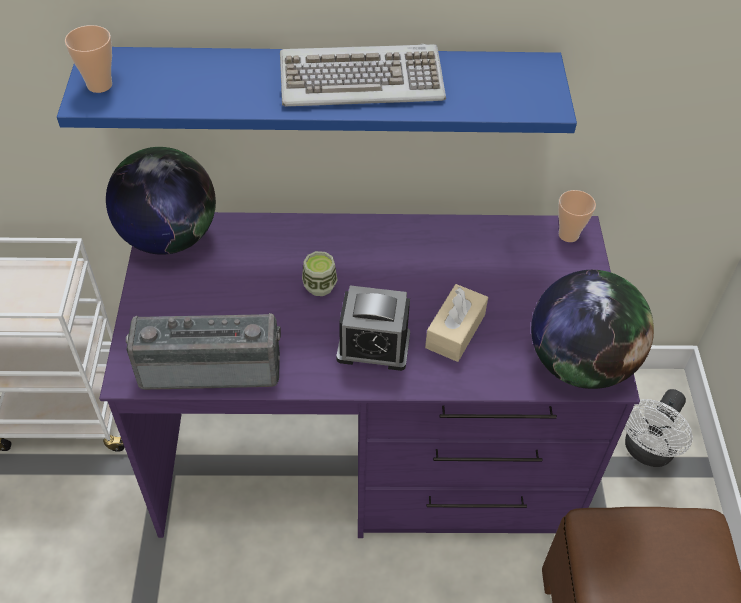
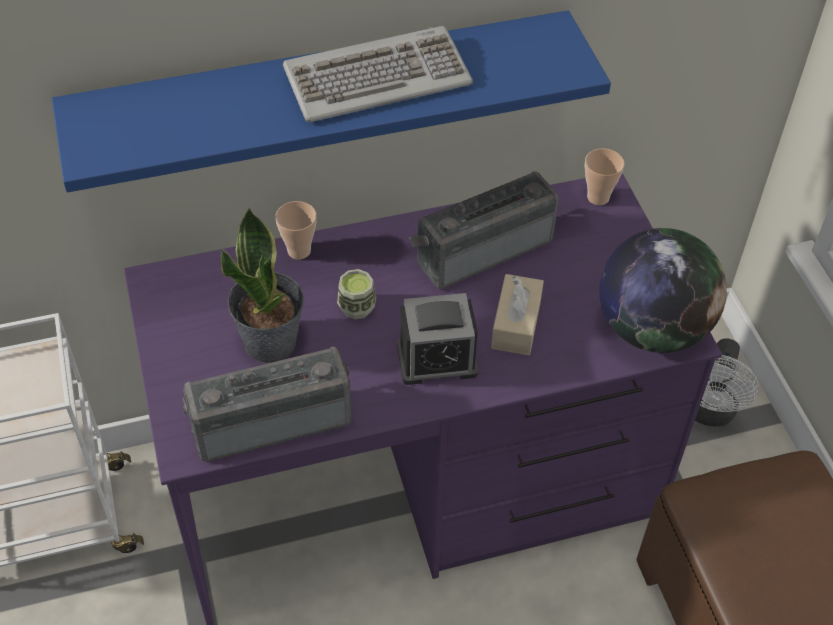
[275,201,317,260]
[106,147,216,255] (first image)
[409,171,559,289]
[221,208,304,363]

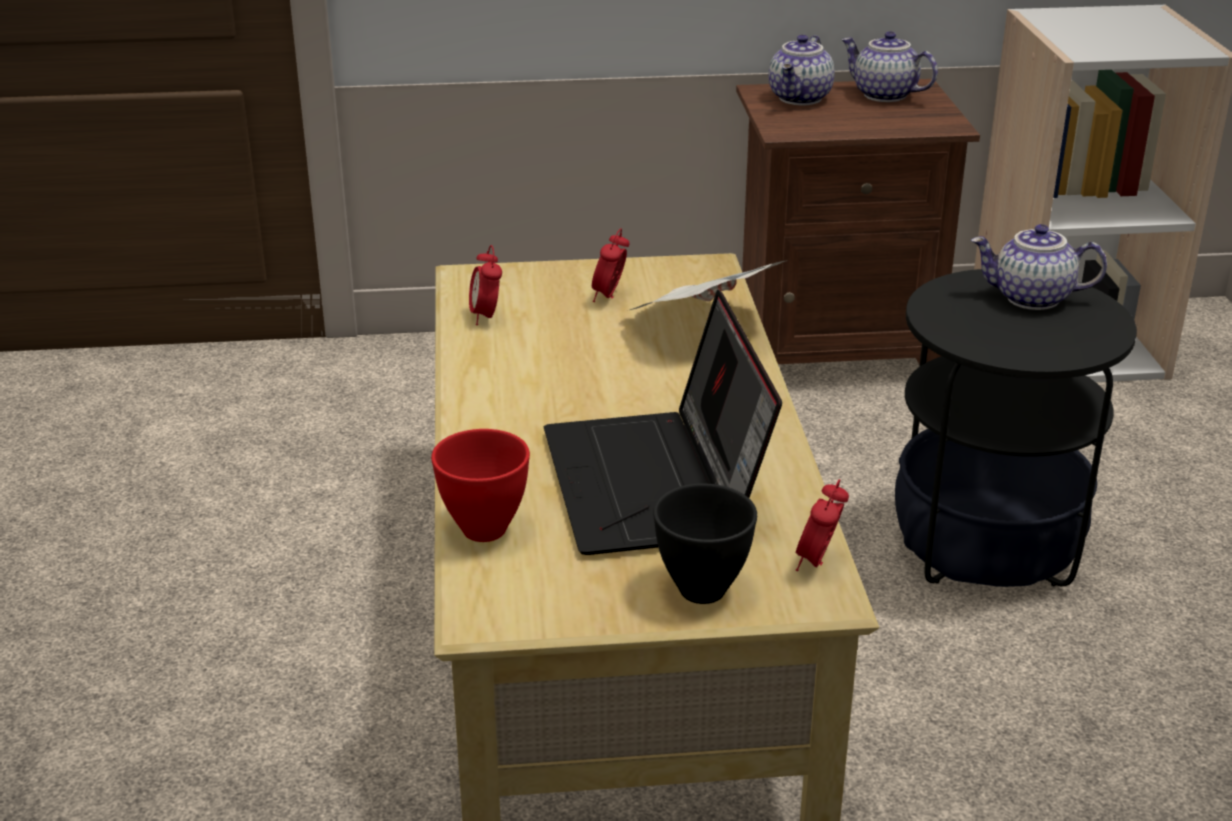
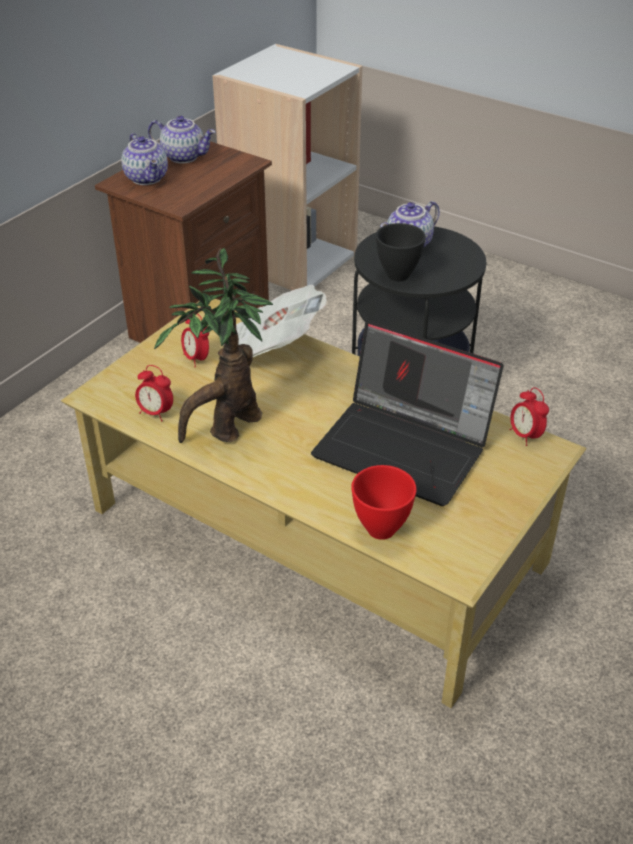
[148,116,216,163]
[376,223,426,281]
[154,248,273,443]

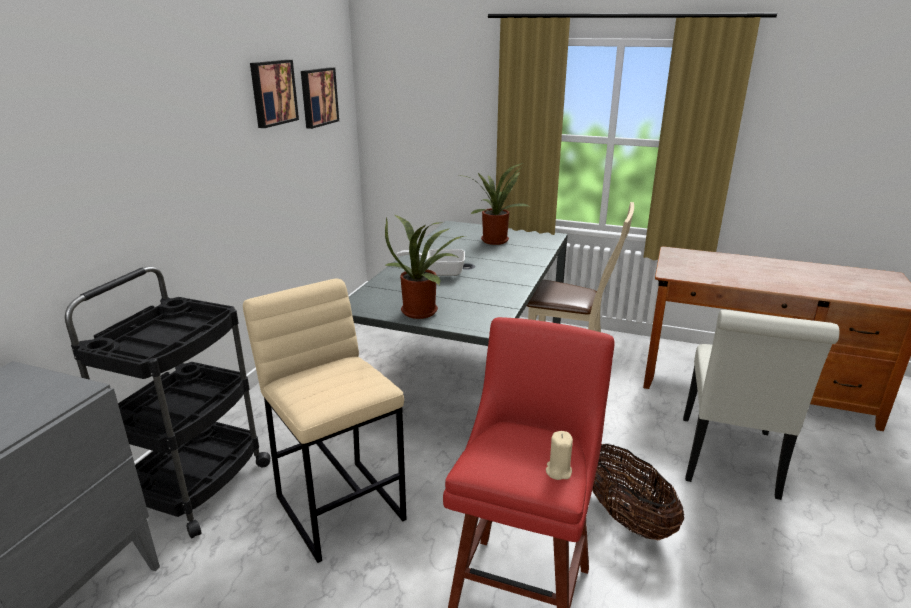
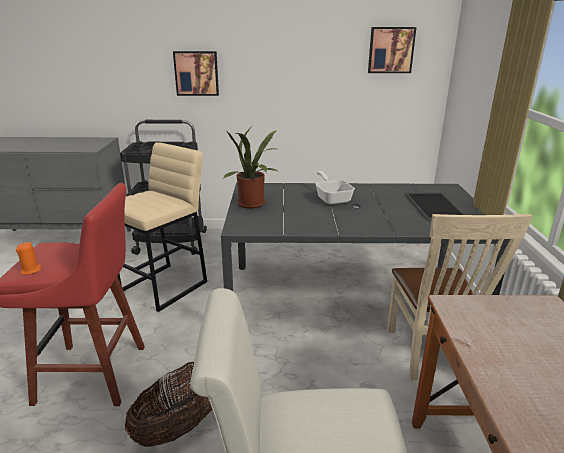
[173,51,219,96]
[405,192,466,221]
[16,242,41,275]

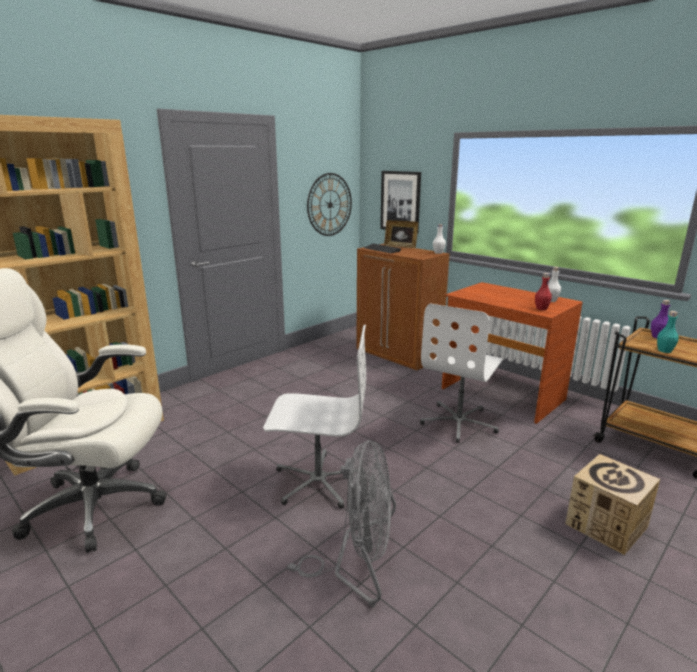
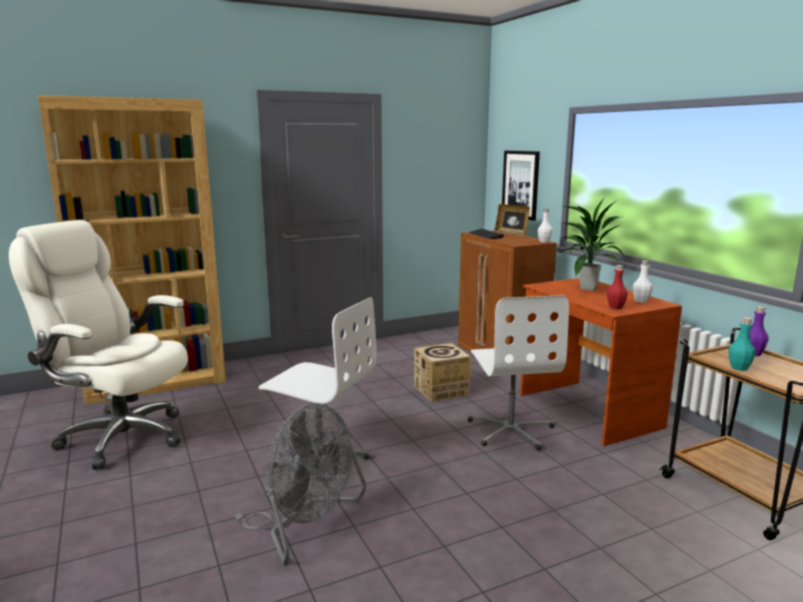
[307,173,352,236] (first image)
[468,295,569,451]
[414,343,471,402]
[558,198,624,291]

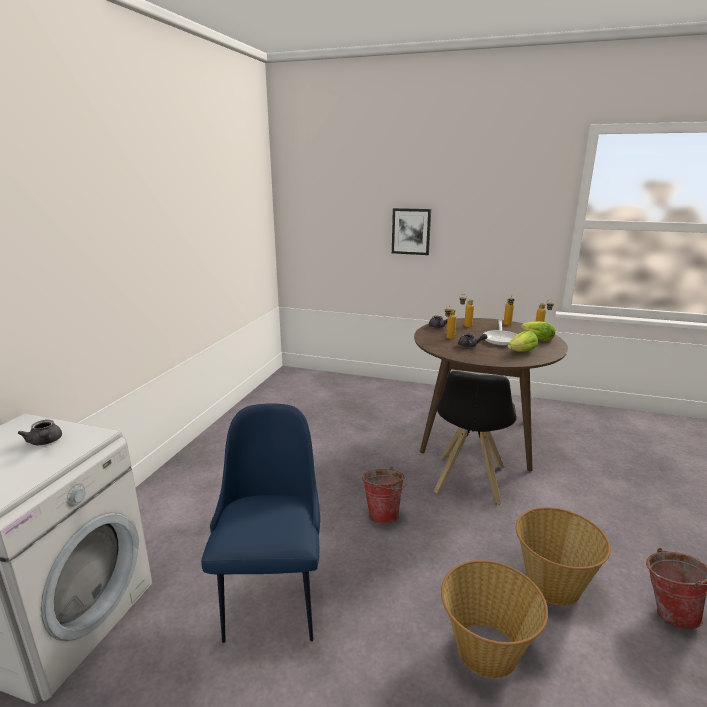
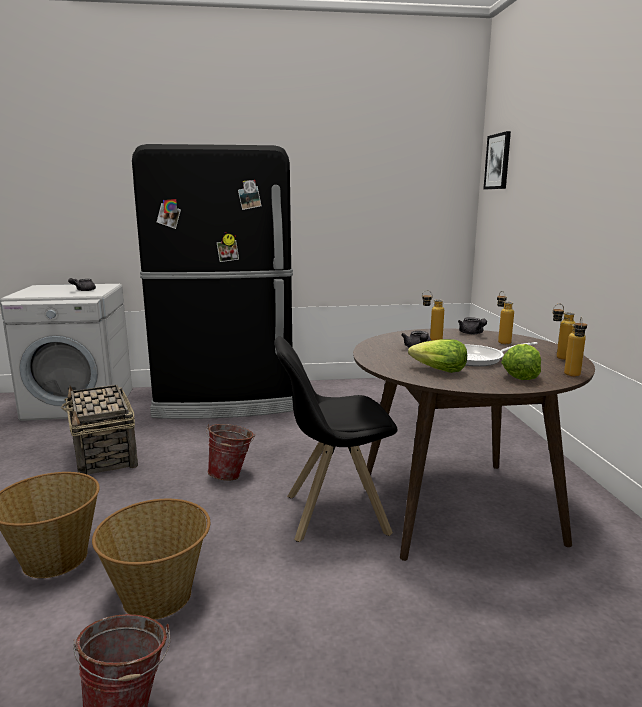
[483,131,511,189]
[61,385,138,475]
[132,144,293,419]

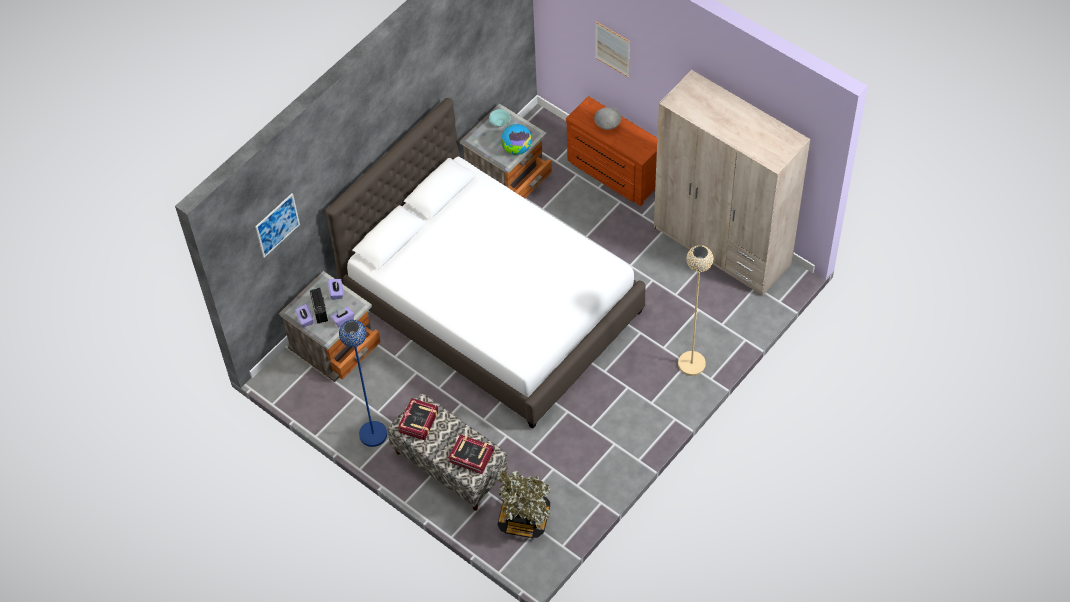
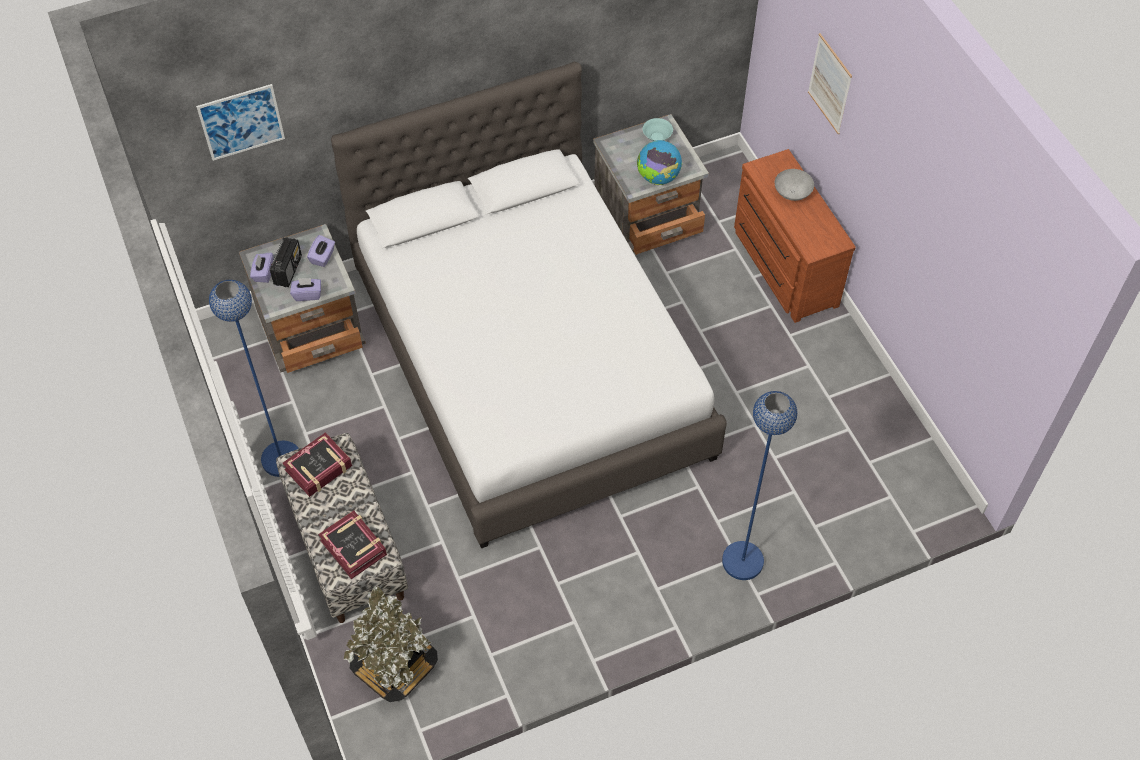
[654,70,810,296] (first image)
[722,391,797,580]

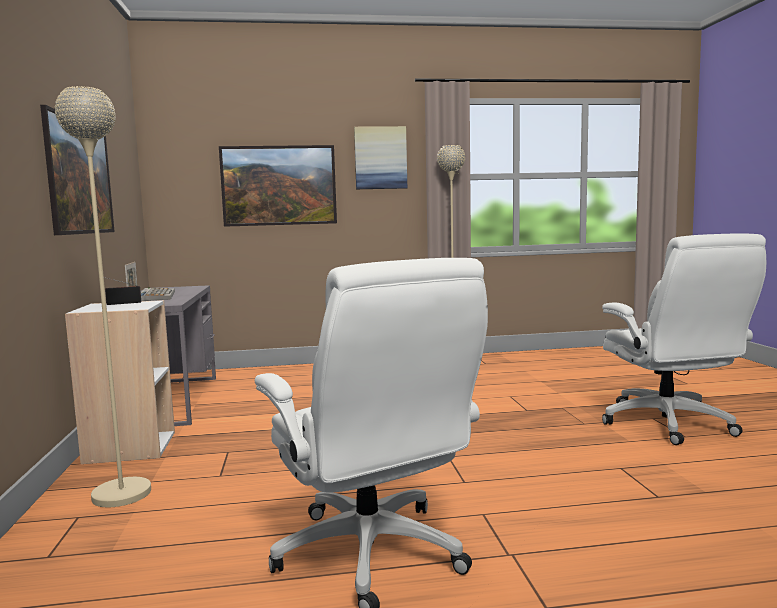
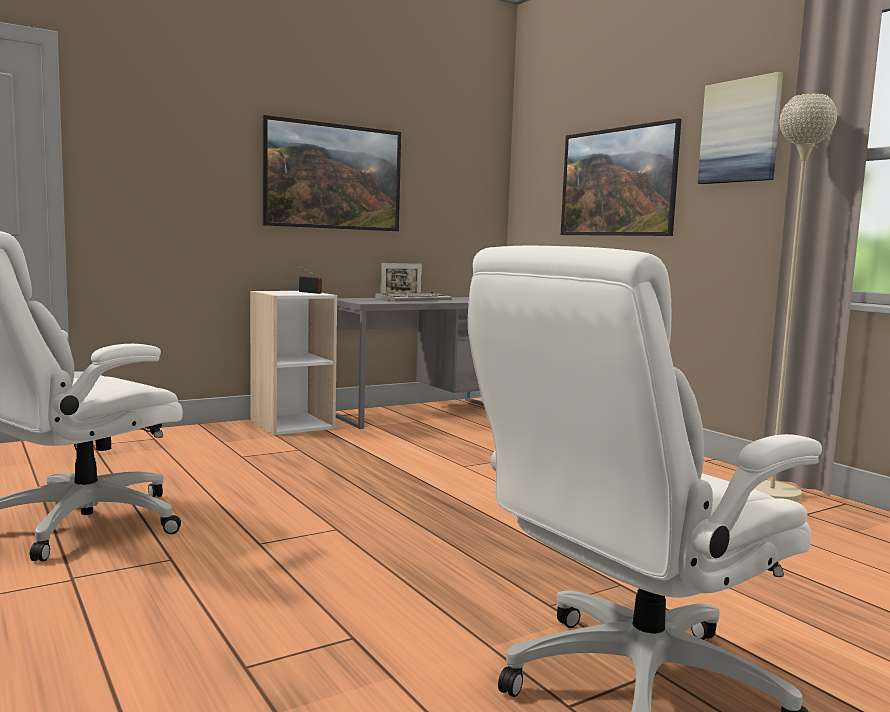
[55,86,151,507] (first image)

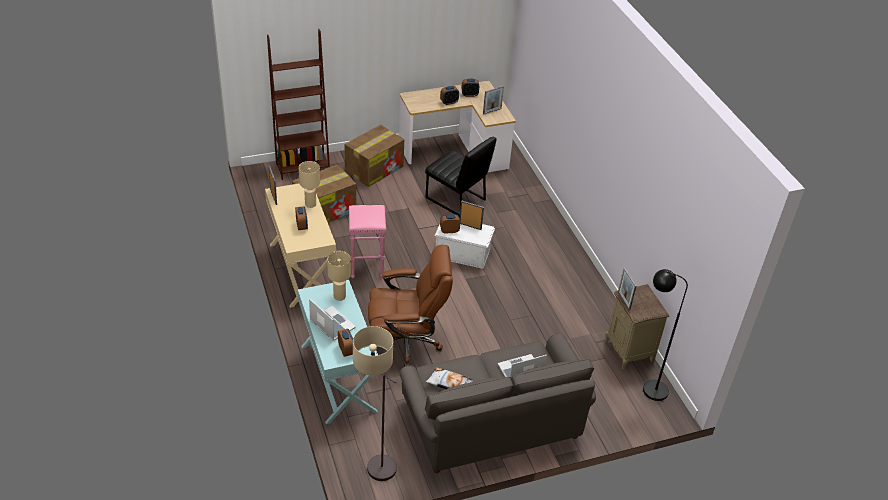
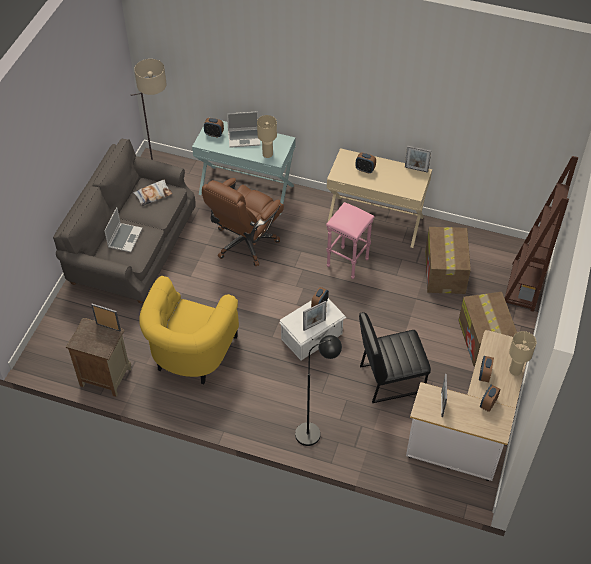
[509,331,536,376]
[295,335,342,446]
[139,276,239,384]

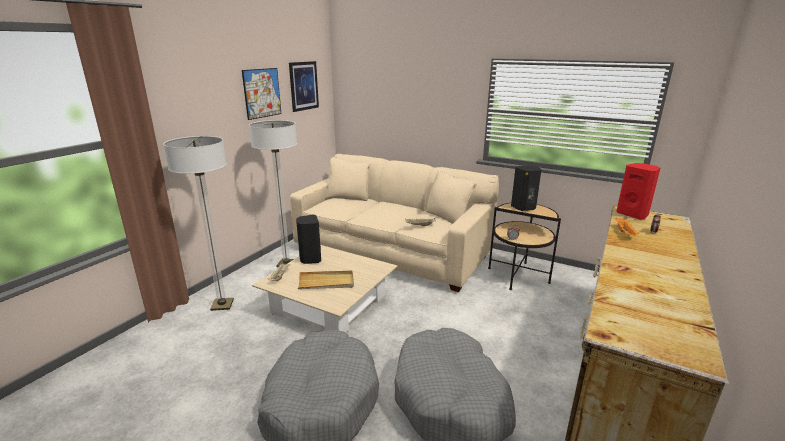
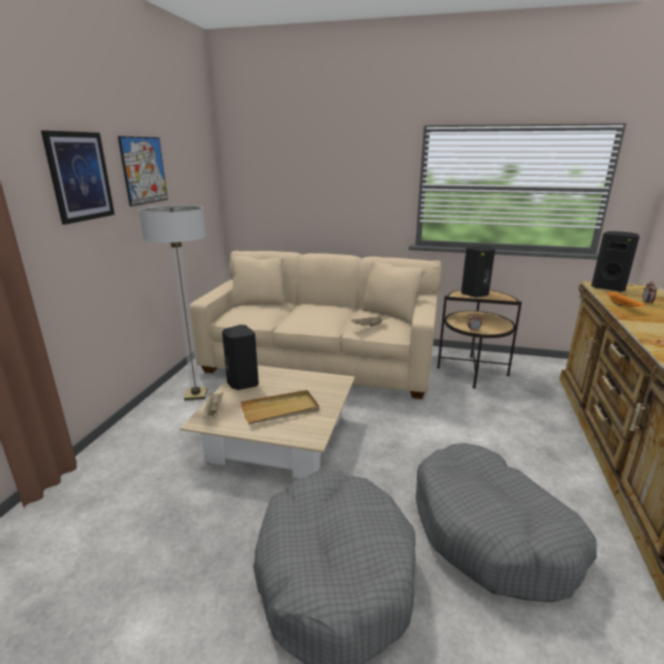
[41,130,115,225]
[163,136,234,311] (first image)
[591,231,640,292]

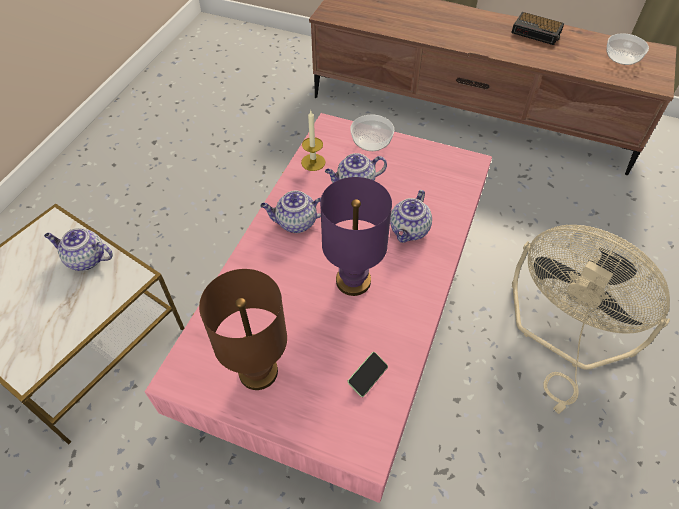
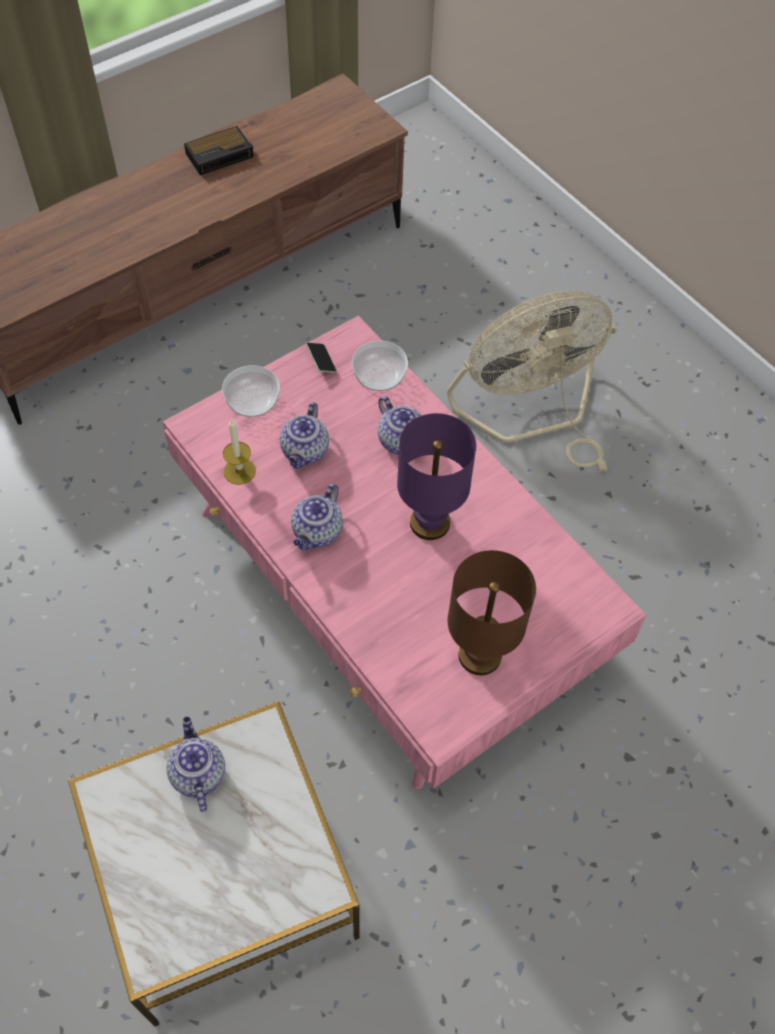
[352,341,408,391]
[167,717,225,812]
[306,343,337,373]

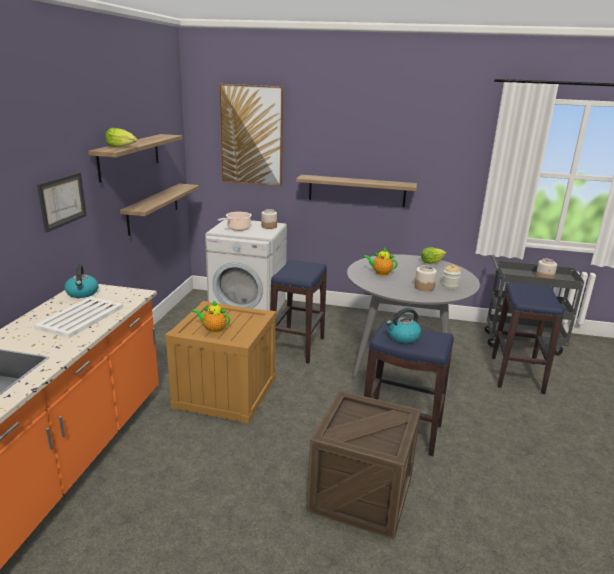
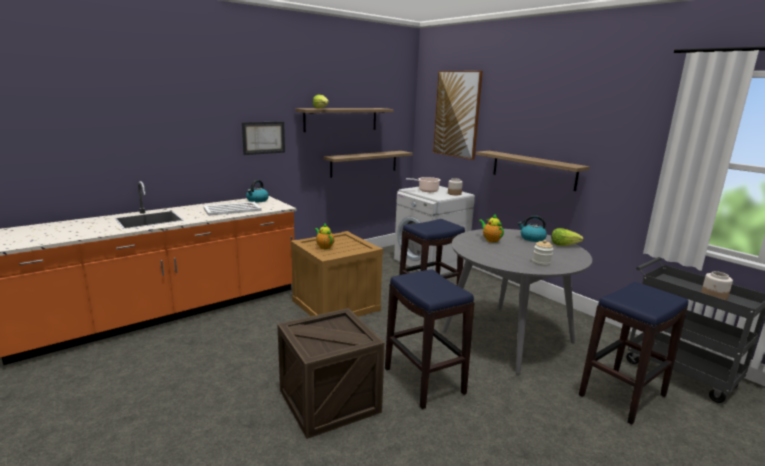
[414,265,437,291] (first image)
[518,215,547,242]

